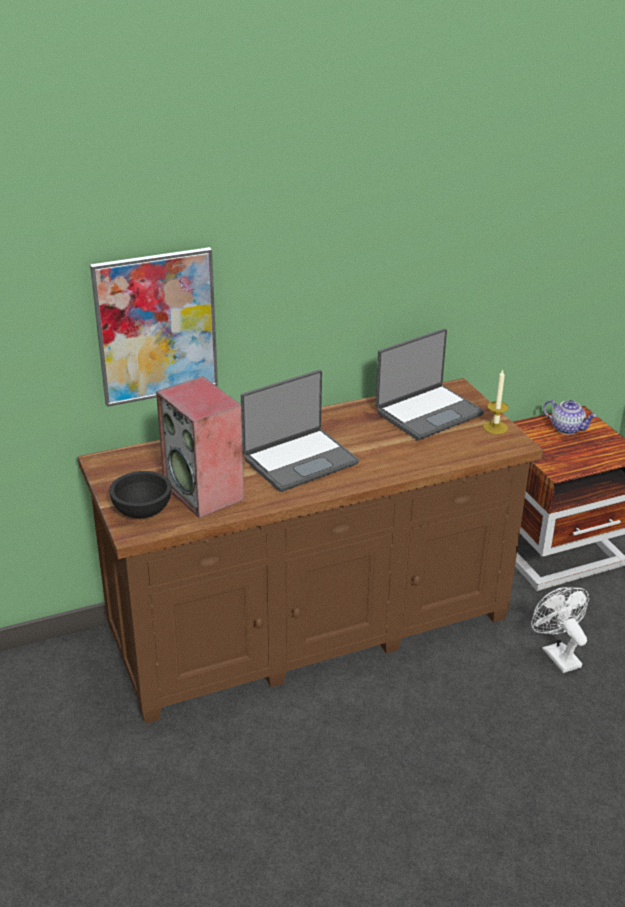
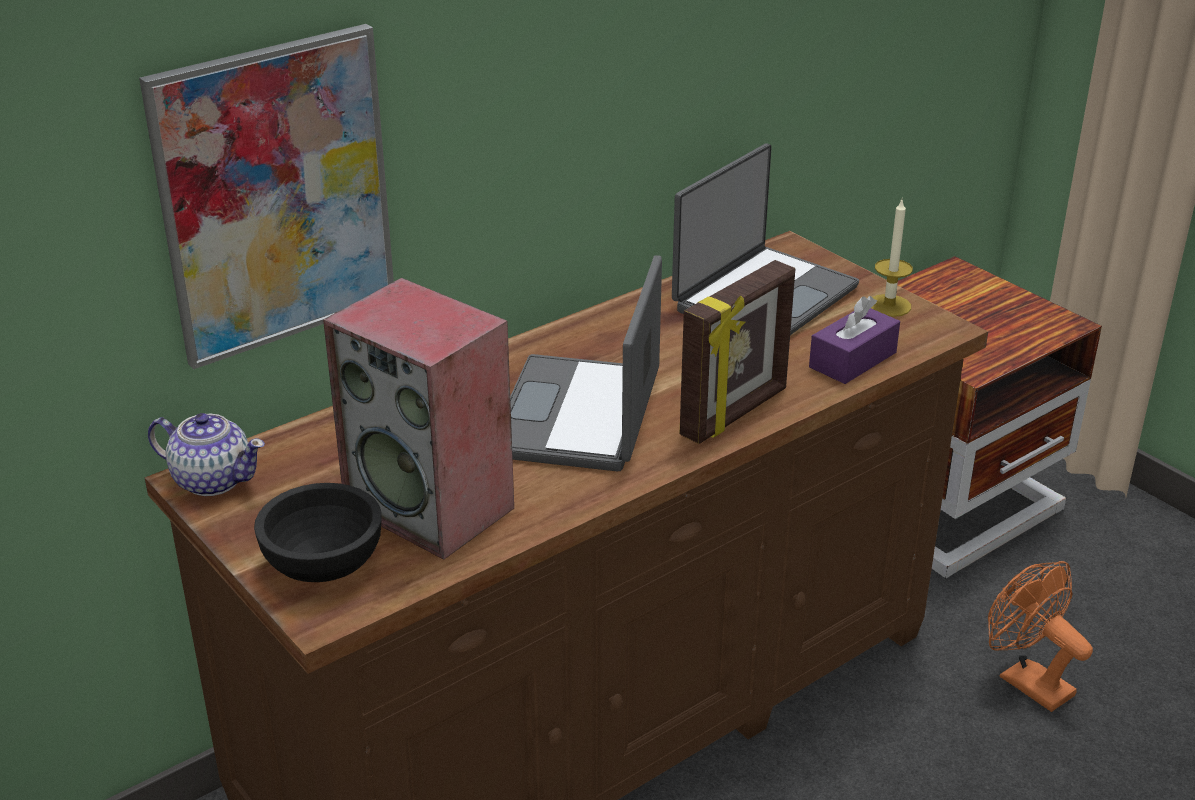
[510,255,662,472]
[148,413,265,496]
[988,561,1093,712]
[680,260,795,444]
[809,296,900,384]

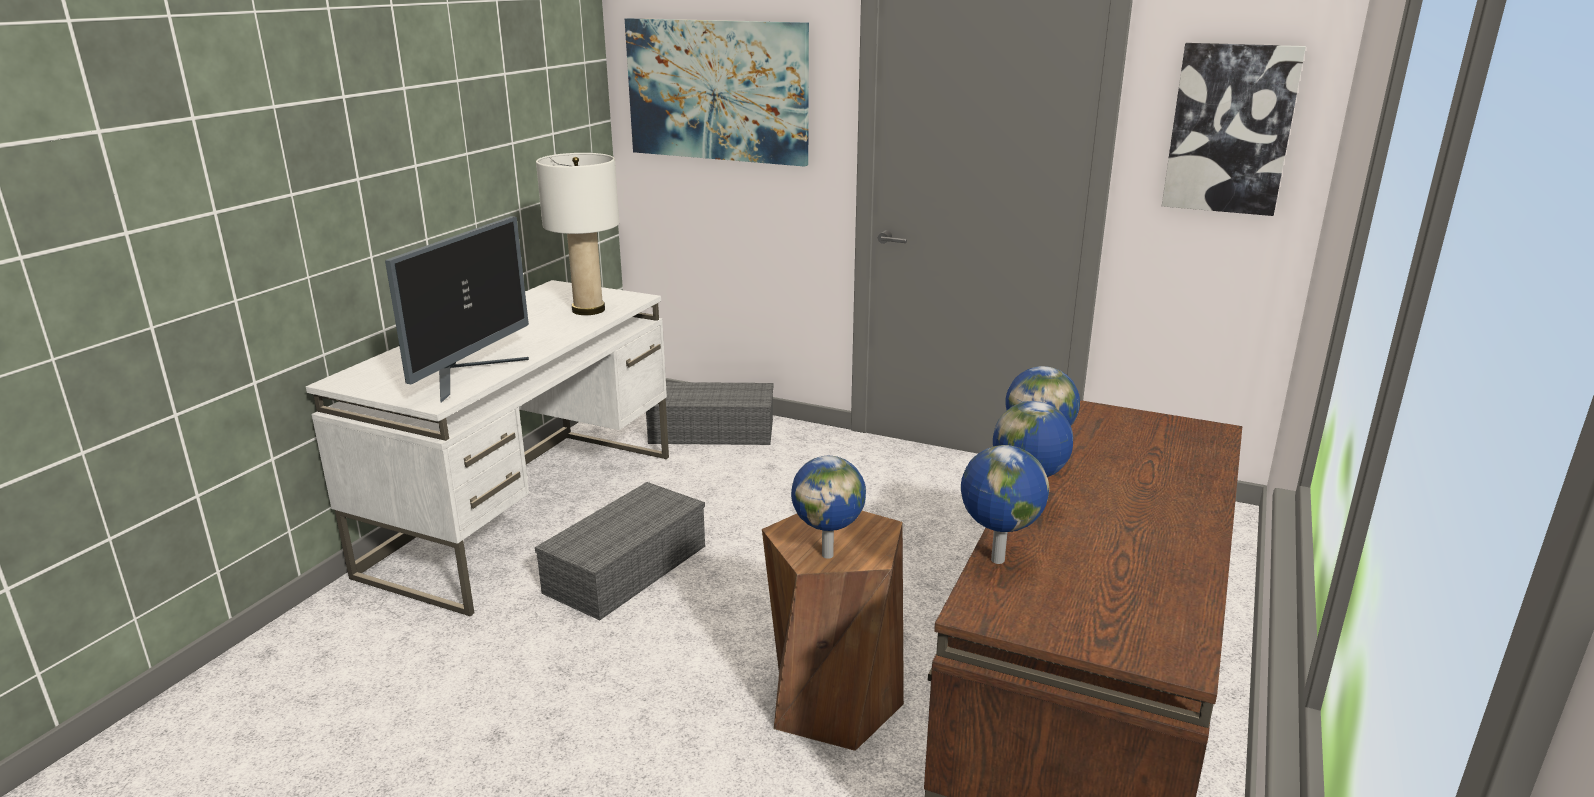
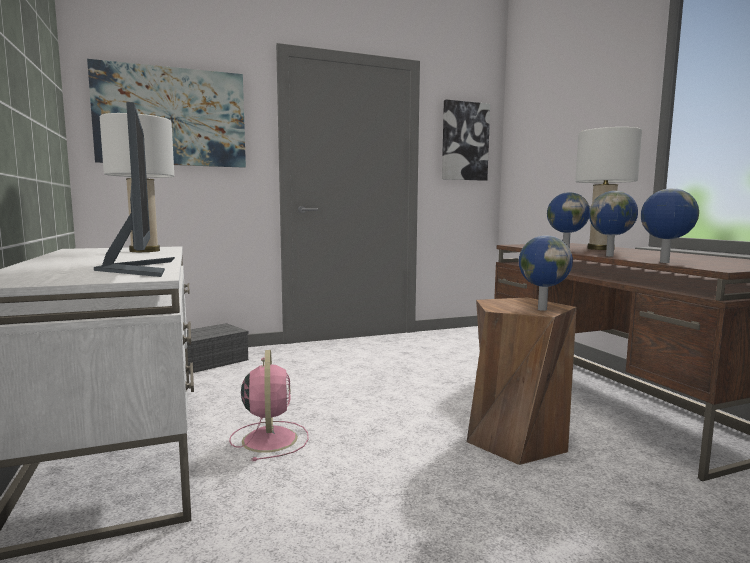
[229,350,309,461]
[575,127,642,250]

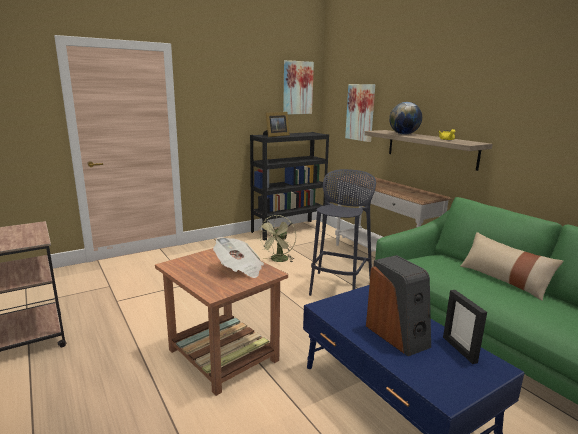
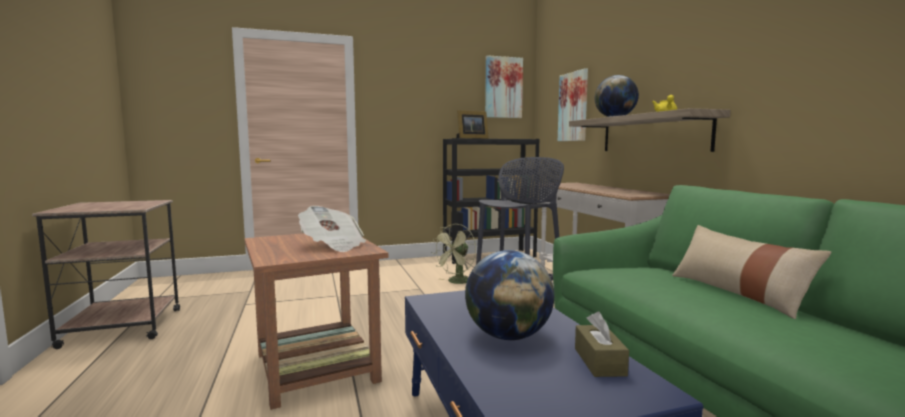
[465,250,554,340]
[575,312,629,377]

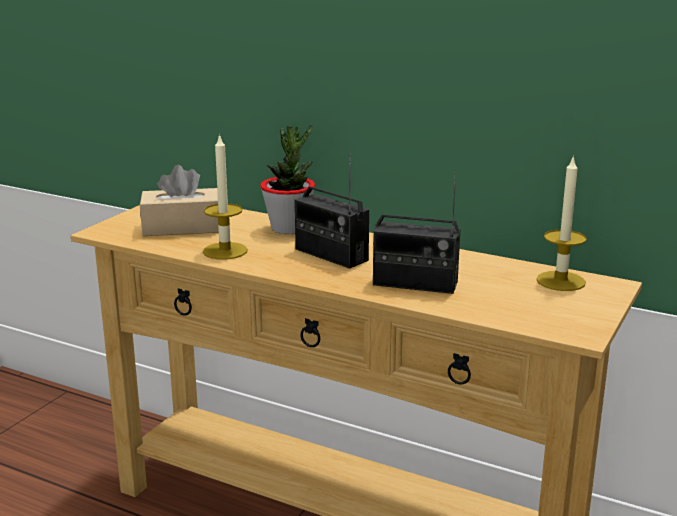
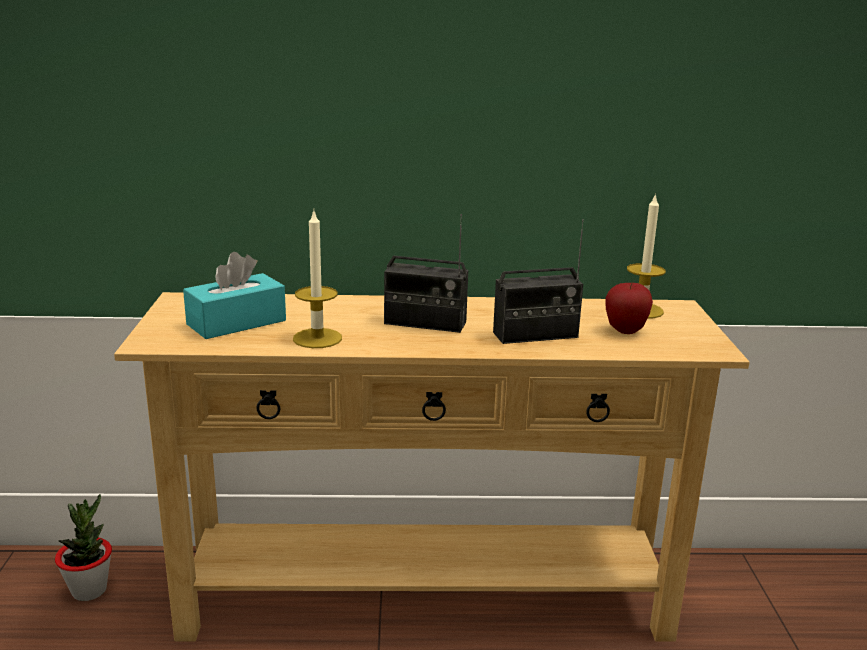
[55,494,112,601]
[183,252,286,339]
[605,283,653,334]

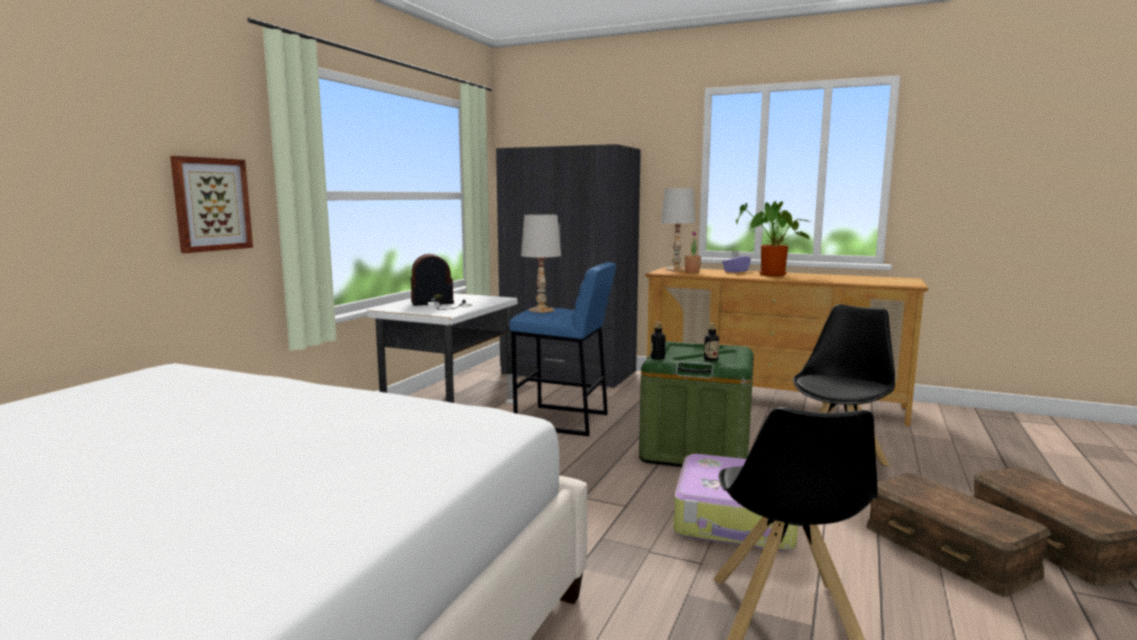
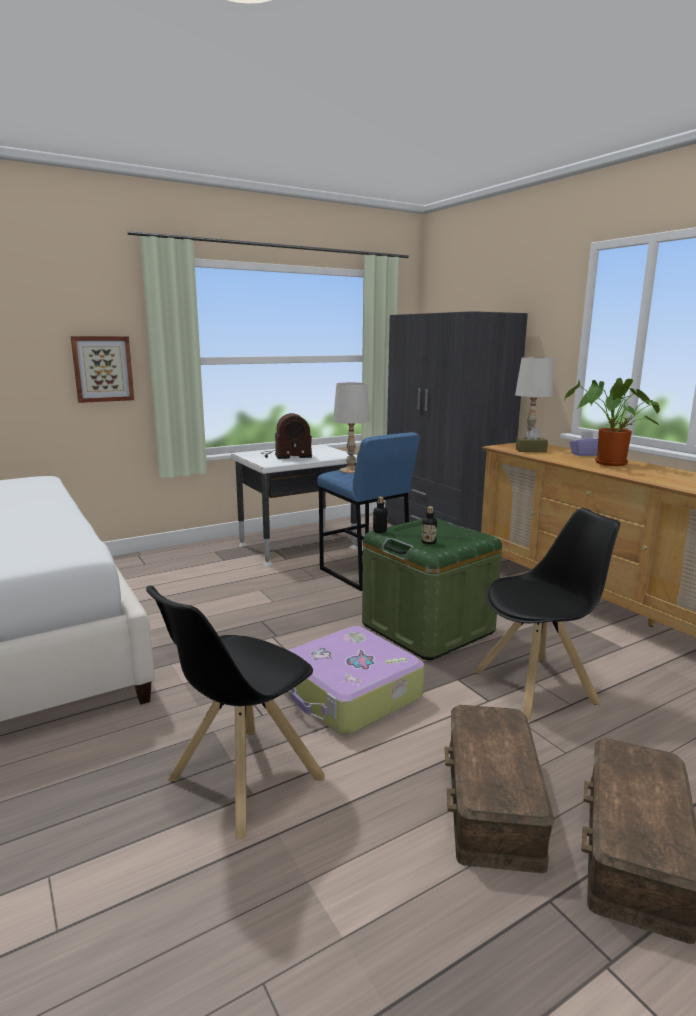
[516,428,548,452]
[261,413,312,459]

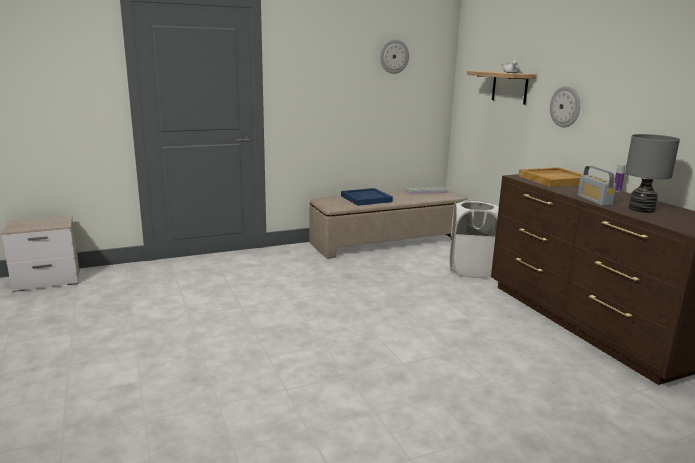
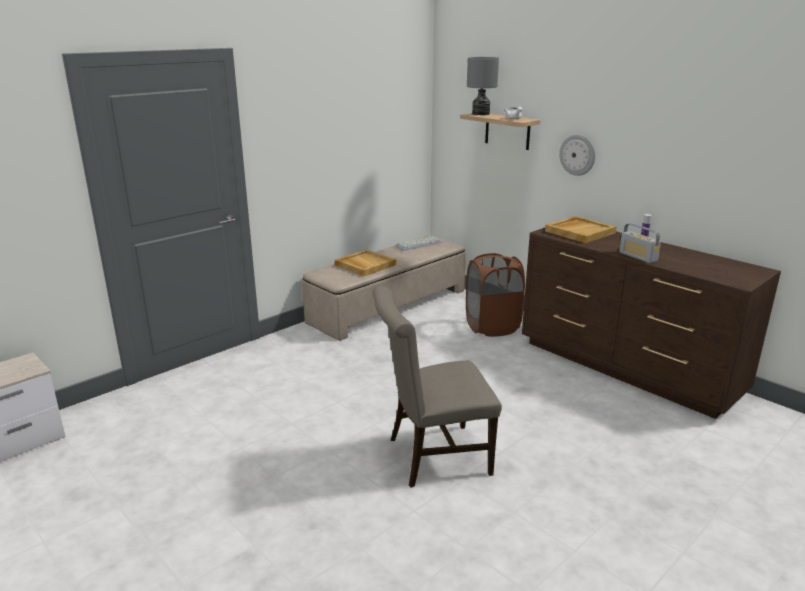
[380,39,409,74] (first image)
[467,57,499,115]
[335,250,396,276]
[466,253,525,337]
[373,286,502,488]

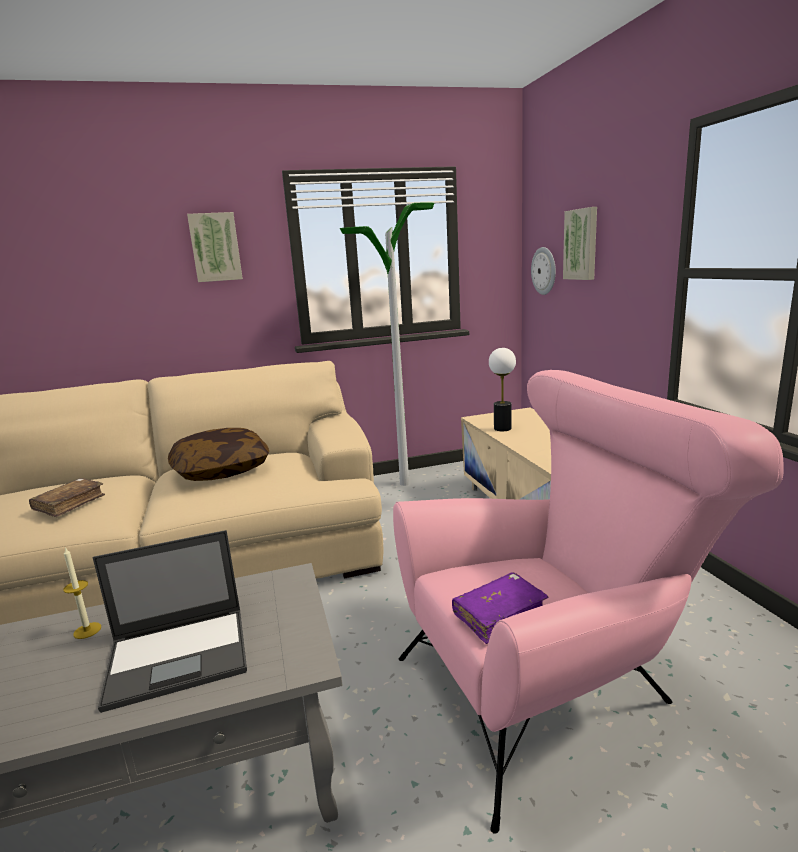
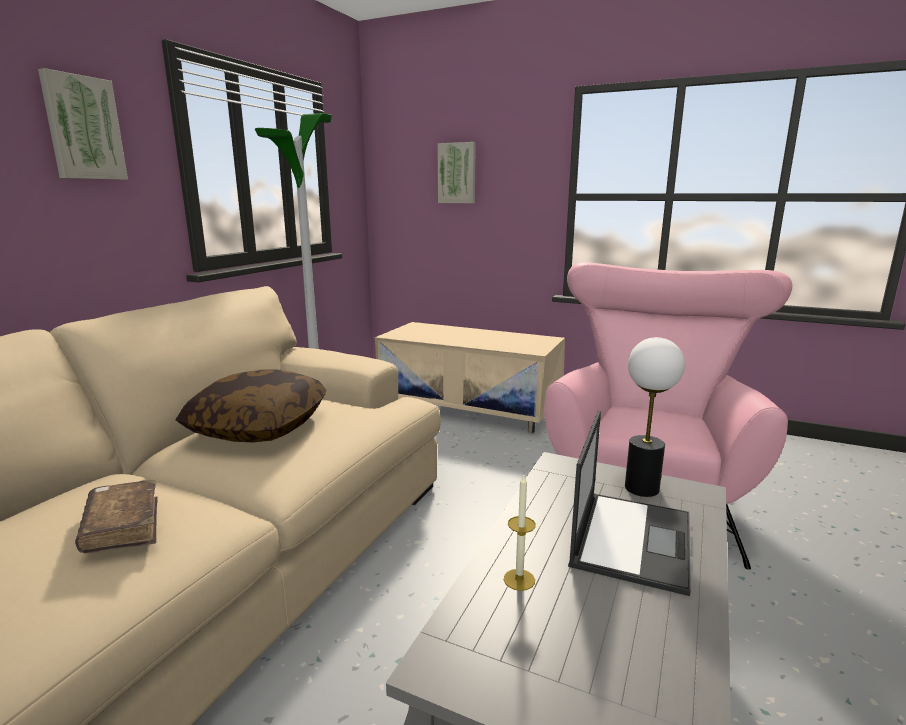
[531,247,556,295] (first image)
[625,337,685,497]
[452,573,549,644] (first image)

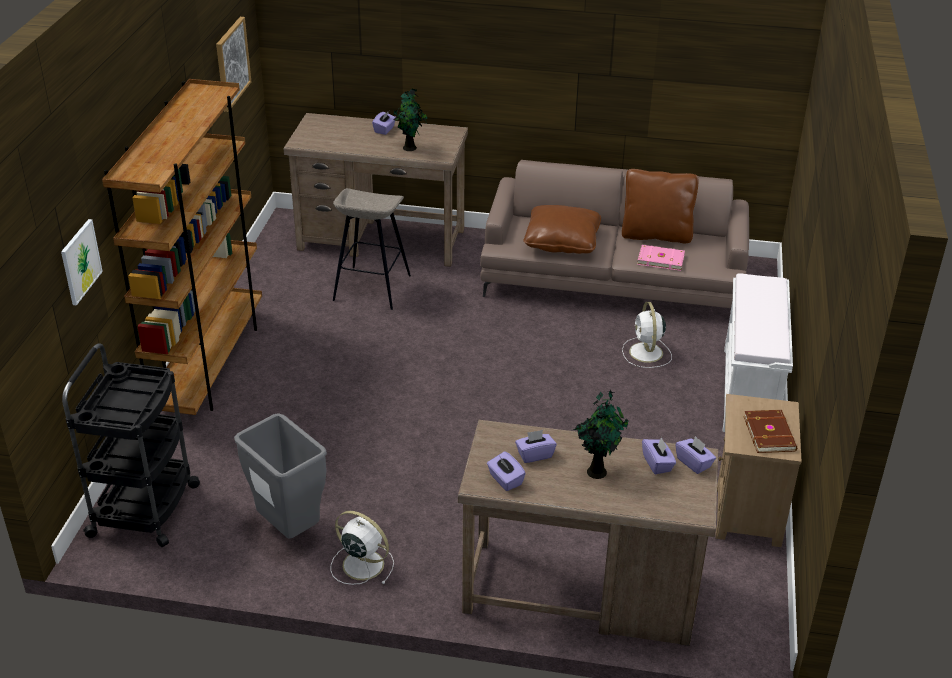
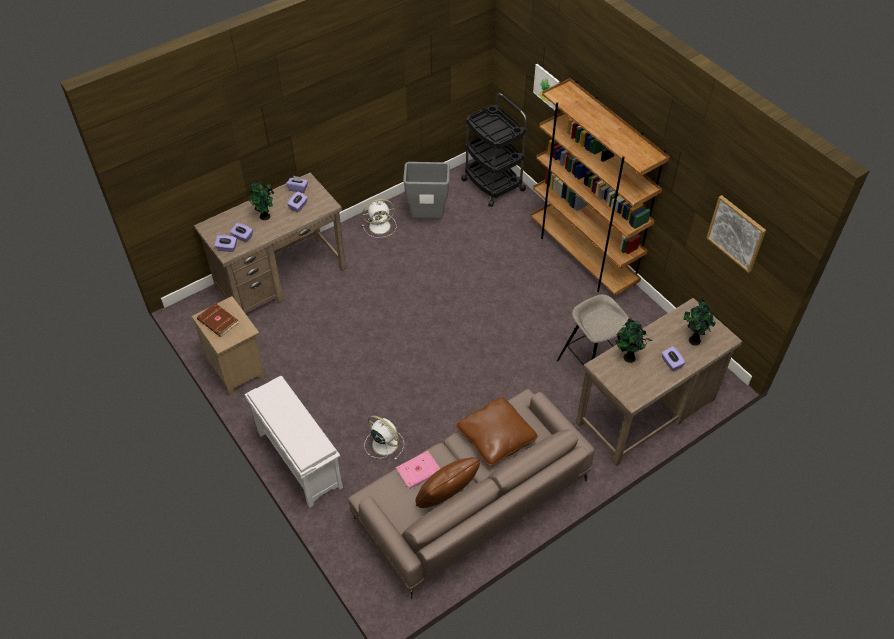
[683,297,716,345]

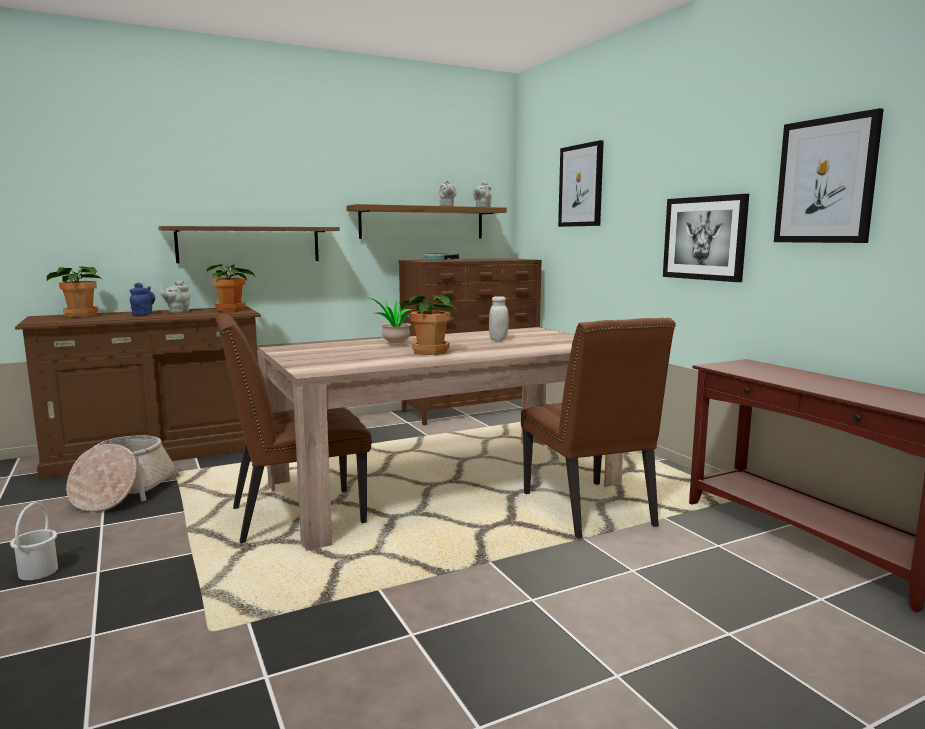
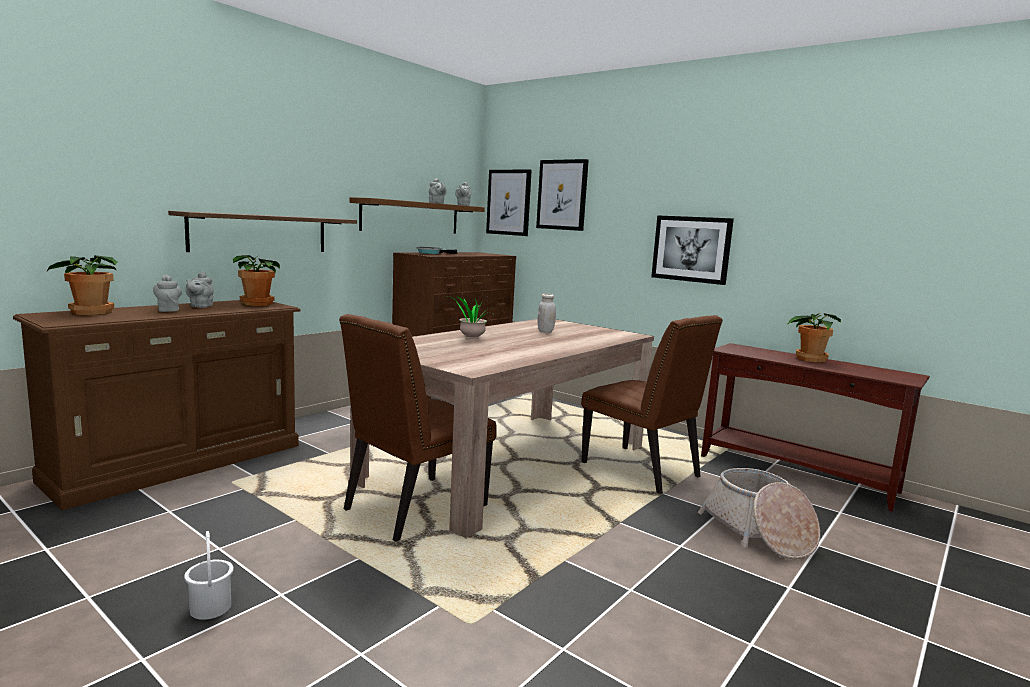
[486,169,532,236]
[153,275,182,312]
[787,313,841,363]
[698,468,820,559]

